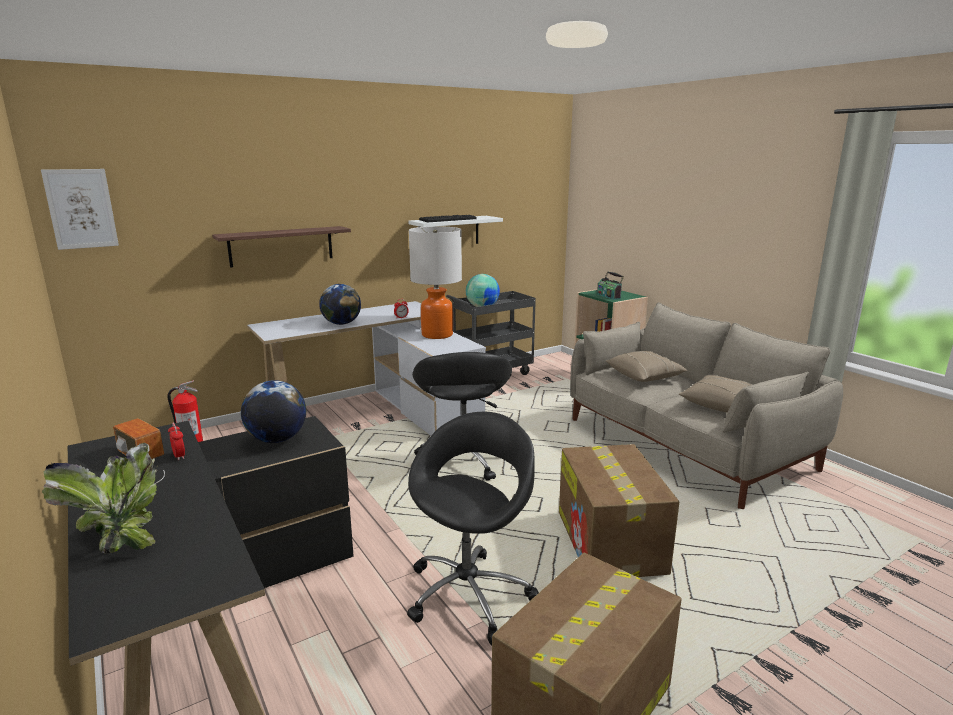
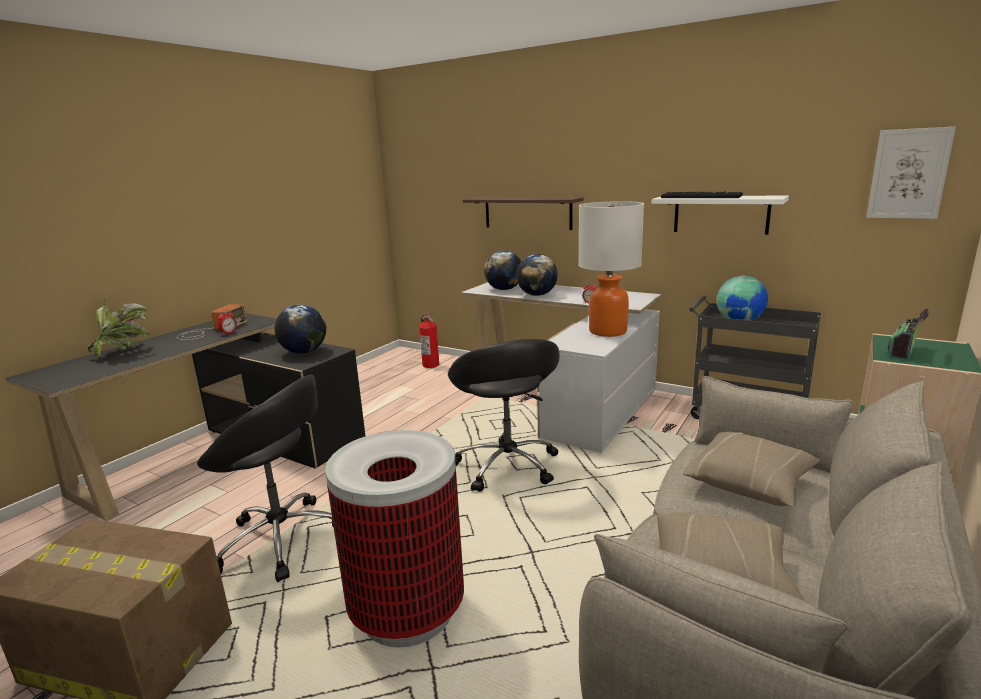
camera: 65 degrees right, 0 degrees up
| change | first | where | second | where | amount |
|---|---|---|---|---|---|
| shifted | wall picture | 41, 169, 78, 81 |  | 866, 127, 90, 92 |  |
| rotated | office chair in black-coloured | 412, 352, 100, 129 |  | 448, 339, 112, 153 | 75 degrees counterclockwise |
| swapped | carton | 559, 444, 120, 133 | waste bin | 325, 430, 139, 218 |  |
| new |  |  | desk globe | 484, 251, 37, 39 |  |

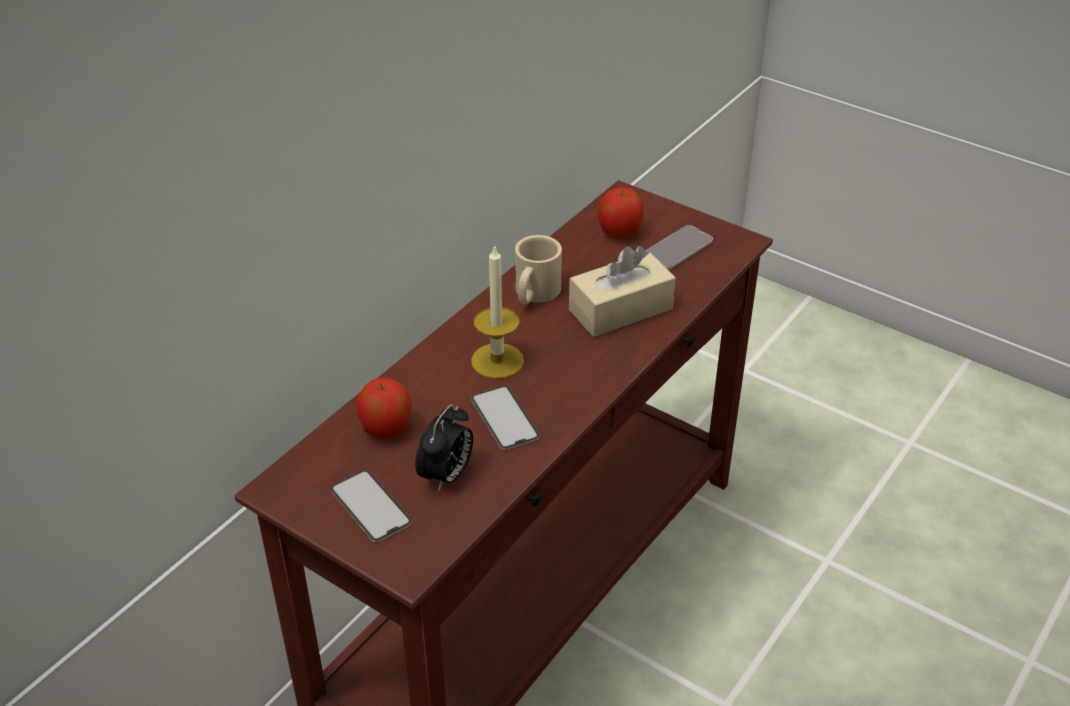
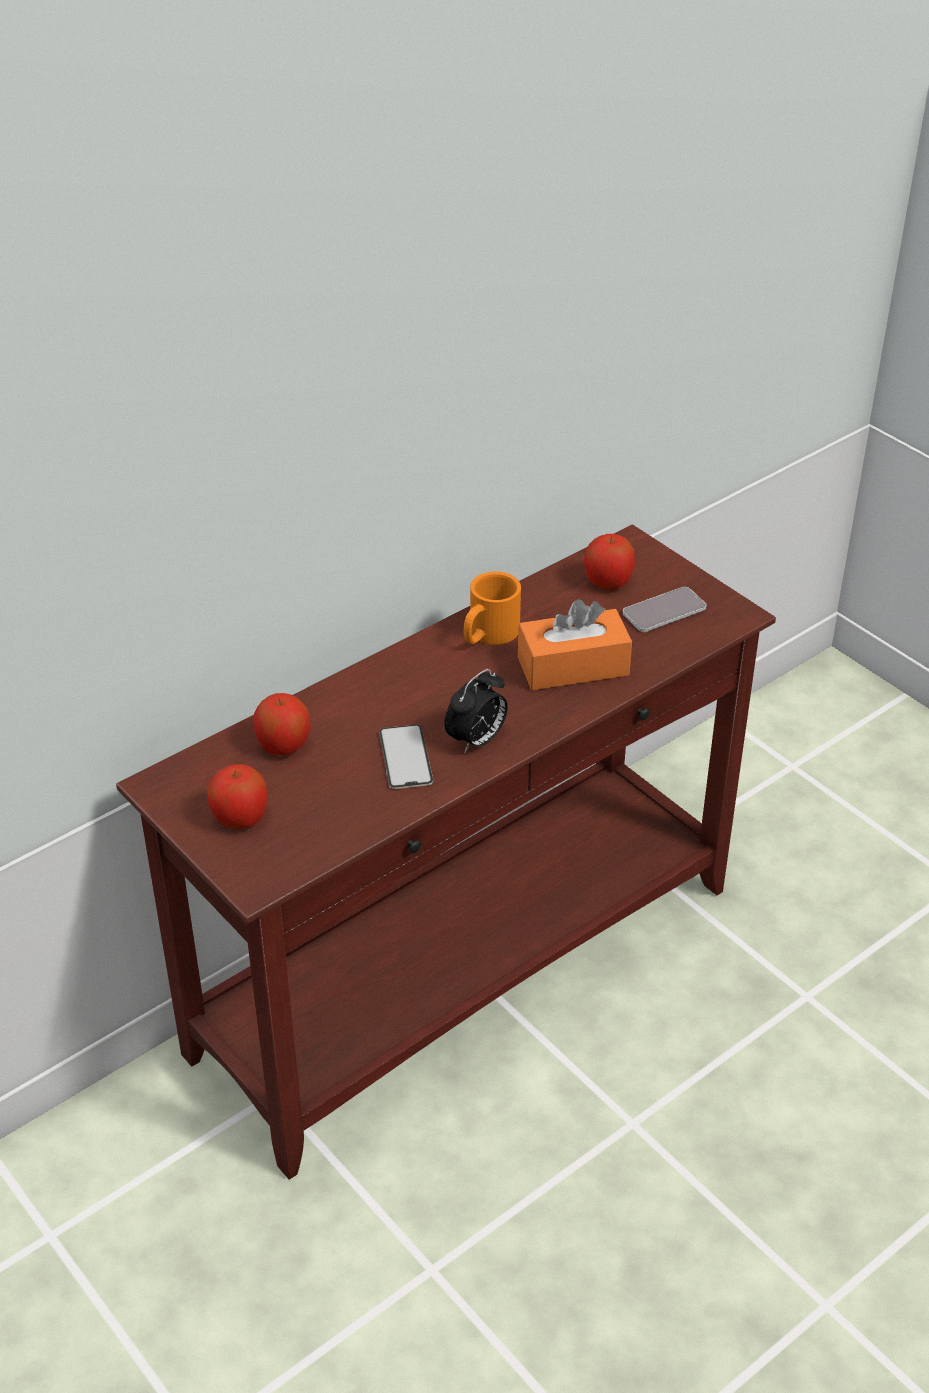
camera: 15 degrees right, 0 degrees up
| change | first | where | second | where | amount |
|---|---|---|---|---|---|
| repainted | mug in beige-coloured | 515, 235, 47, 69 | mug in orangey | 464, 572, 57, 73 |  |
| gone | wax candle | 471, 244, 53, 135 |  |  |  |
| repainted | tissue holder in beige-coloured | 569, 246, 107, 91 | tissue holder in orangey | 518, 599, 114, 91 |  |
| shifted | alarm clock | 415, 404, 58, 87 |  | 444, 669, 63, 84 |  |
| swapped | handset | 331, 470, 81, 72 | apple fruit | 207, 764, 61, 65 |  |

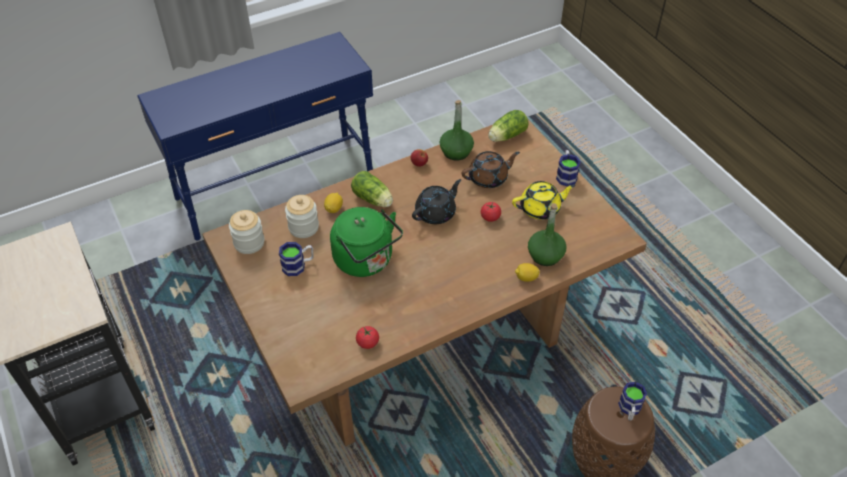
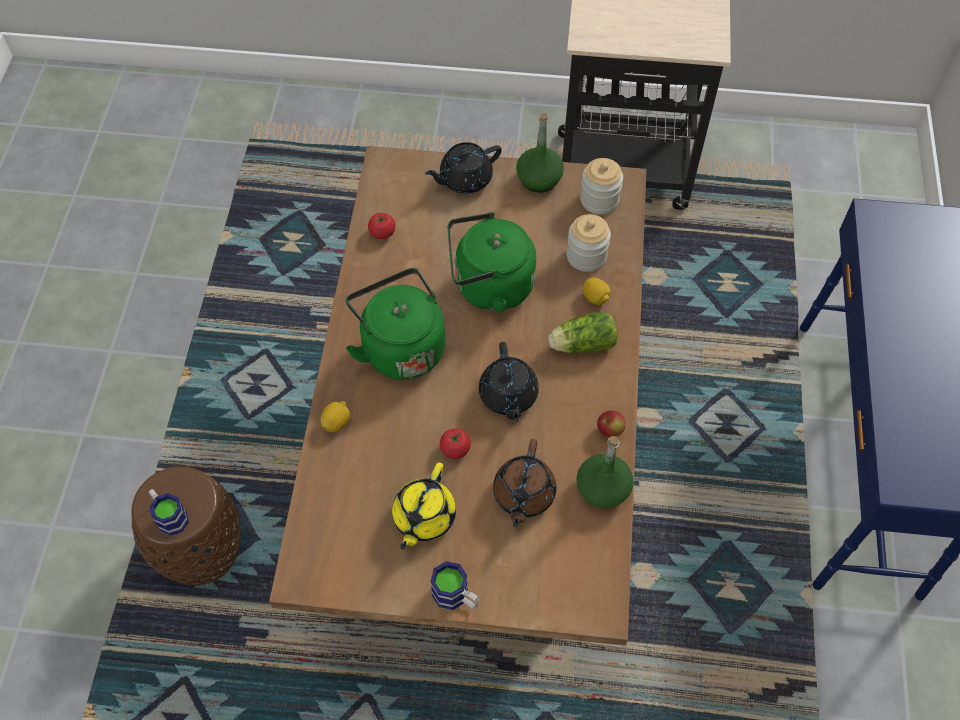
camera: 125 degrees right, 10 degrees up
| change | first | where | second | where | amount |
|---|---|---|---|---|---|
| gone | lettuce | 488, 110, 41, 32 |  |  |  |
| shifted | beverage bottle in greenish | 528, 203, 38, 63 |  | 516, 113, 48, 80 |  |
| gone | mug | 279, 242, 35, 34 |  |  |  |
| new |  |  | pot for tea in black-coloured | 425, 142, 77, 52 |  |
| new |  |  | tea kettle in greenish | 346, 268, 99, 112 |  |

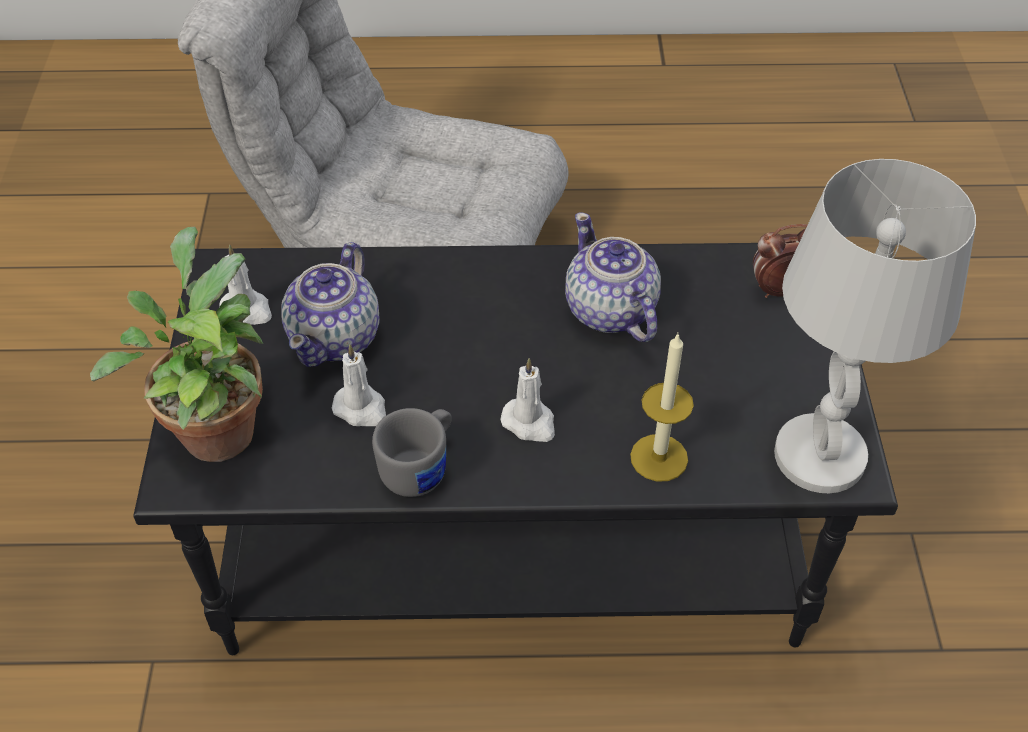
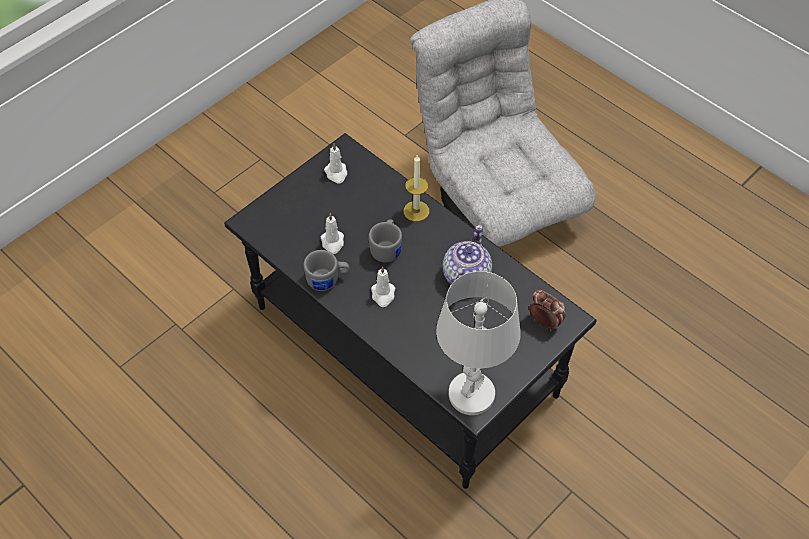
camera: 45 degrees right, 5 degrees up
| change | first | where | second | where | amount |
|---|---|---|---|---|---|
| gone | houseplant | 90, 227, 173, 235 |  |  |  |
| gone | pot for tea | 281, 242, 99, 125 |  |  |  |
| shifted | wax candle | 630, 334, 64, 148 |  | 403, 155, 26, 67 |  |
| new |  |  | mug in greyish | 369, 220, 33, 43 |  |

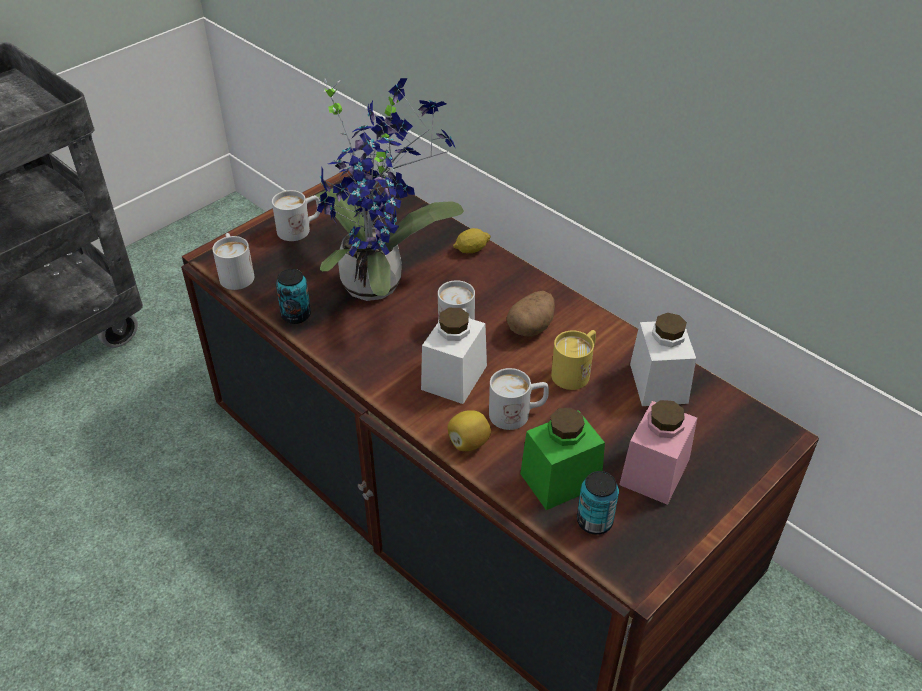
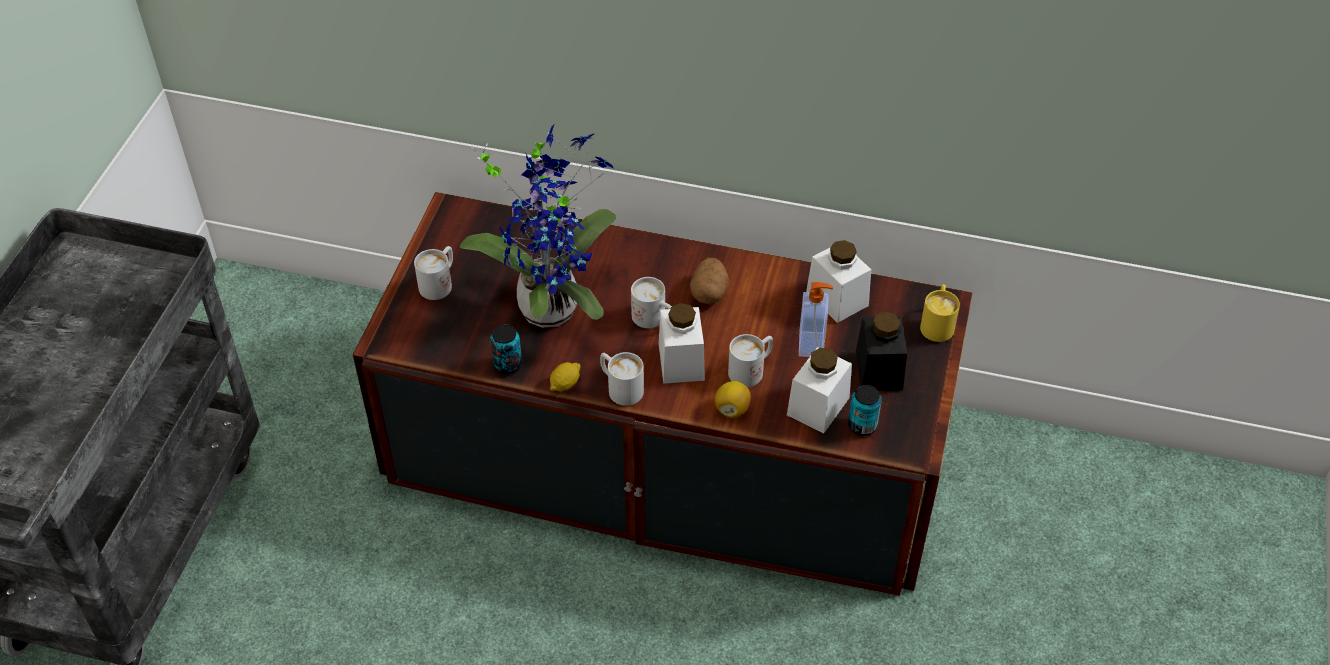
camera: 30 degrees left, 5 degrees up
| change | first | where | second | where | amount |
|---|---|---|---|---|---|
| shifted | whole lemon | 453, 228, 38, 25 |  | 550, 362, 31, 30 |  |
| shifted | mug in white-coloured | 212, 233, 42, 57 |  | 600, 352, 44, 54 |  |
| shifted | mug in yellow | 551, 330, 45, 60 |  | 920, 284, 40, 58 |  |
| repainted | storage jar in pink-coloured | 619, 400, 78, 105 | storage jar in black-coloured | 856, 312, 51, 79 |  |
| repainted | storage jar in greenish | 520, 408, 85, 102 | storage jar in white-coloured | 787, 347, 65, 86 |  |
| new |  |  | soap bottle | 799, 282, 34, 75 |  |

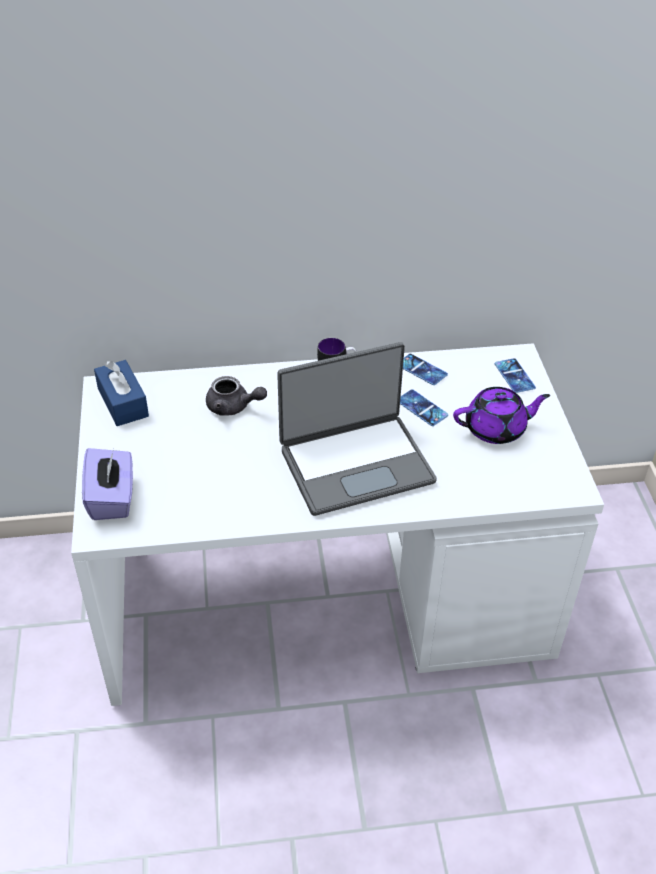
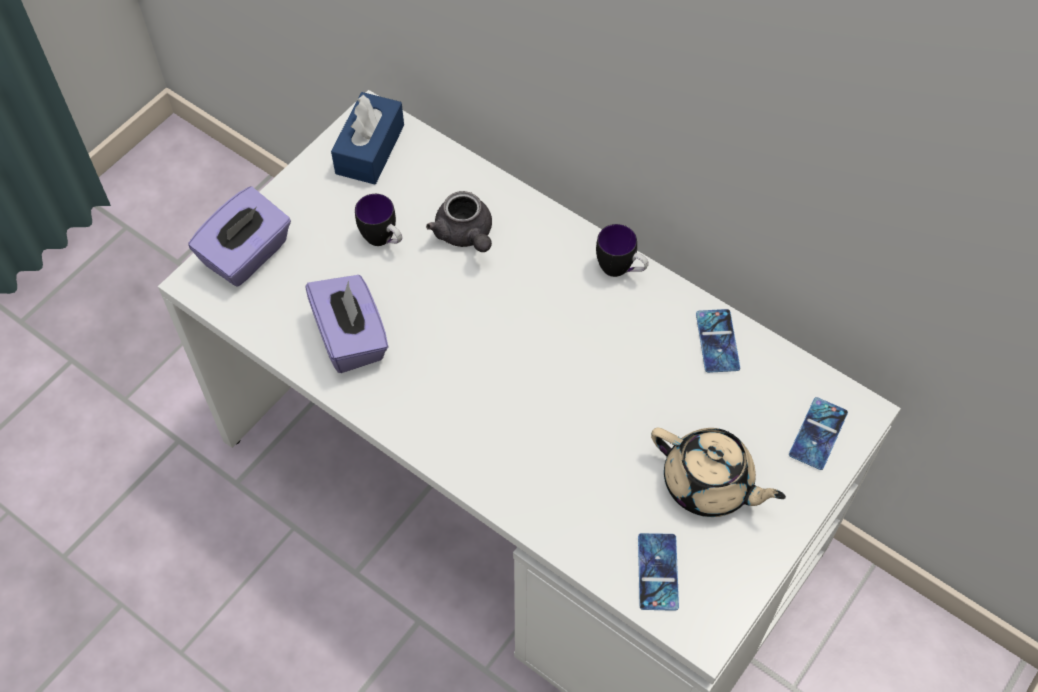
camera: 45 degrees right, 15 degrees up
| change | first | where | second | where | amount |
|---|---|---|---|---|---|
| gone | portable computer | 277, 342, 160, 174 |  |  |  |
| repainted | pot for tea in purplish | 453, 387, 97, 57 | pot for tea in beige-coloured | 651, 428, 135, 89 |  |
| shifted | handset | 400, 389, 48, 37 |  | 638, 533, 41, 78 |  |
| new |  |  | mug | 355, 194, 47, 52 |  |
| new |  |  | tissue holder in purplish | 305, 275, 83, 98 |  |

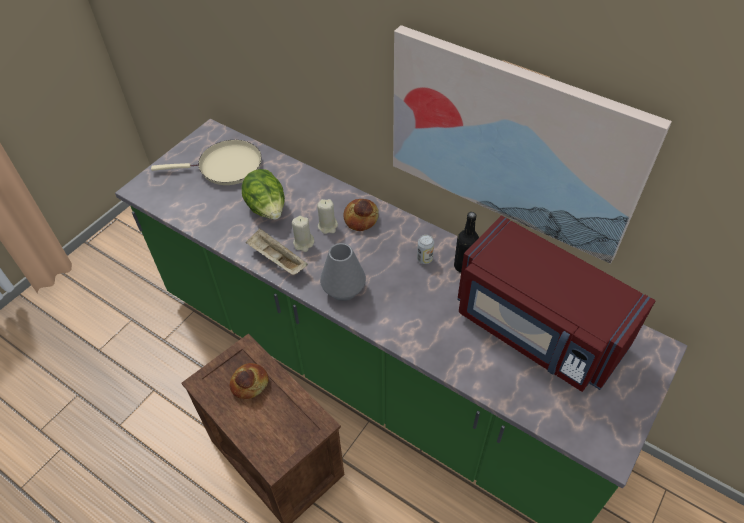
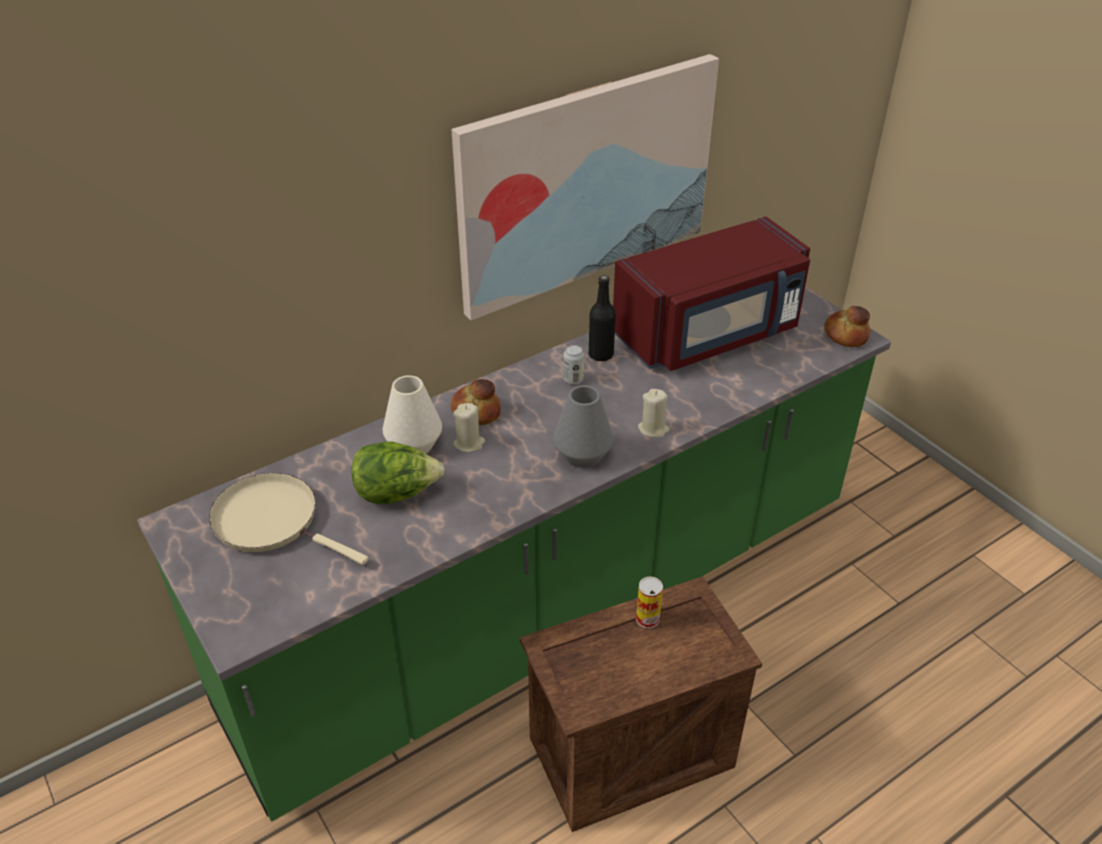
camera: 70 degrees left, 10 degrees down
| change | first | where | second | where | amount |
|---|---|---|---|---|---|
| rotated | frying pan in beige-coloured | 151, 140, 111, 45 |  | 209, 473, 160, 92 | 75 degrees counterclockwise |
| shifted | wax candle in beige-coloured | 292, 216, 22, 36 |  | 638, 389, 32, 49 |  |
| gone | carrying tray in beige-coloured | 246, 228, 62, 47 |  |  |  |
| shifted | baked bread | 229, 363, 40, 36 |  | 824, 306, 46, 41 |  |
| new |  |  | vase in white-coloured | 383, 375, 59, 79 |  |
| new |  |  | metal can | 636, 577, 27, 52 |  |

